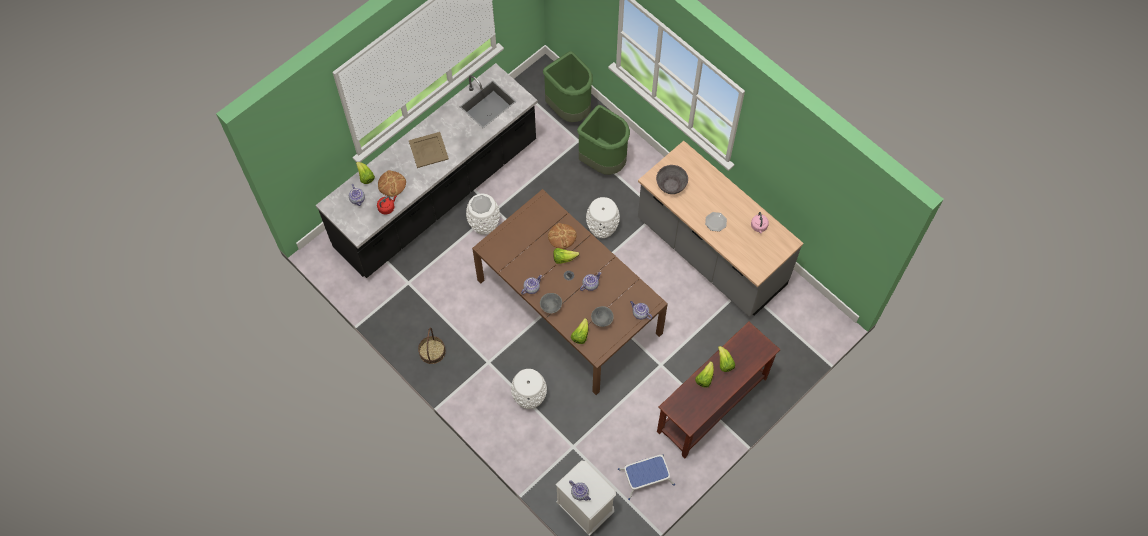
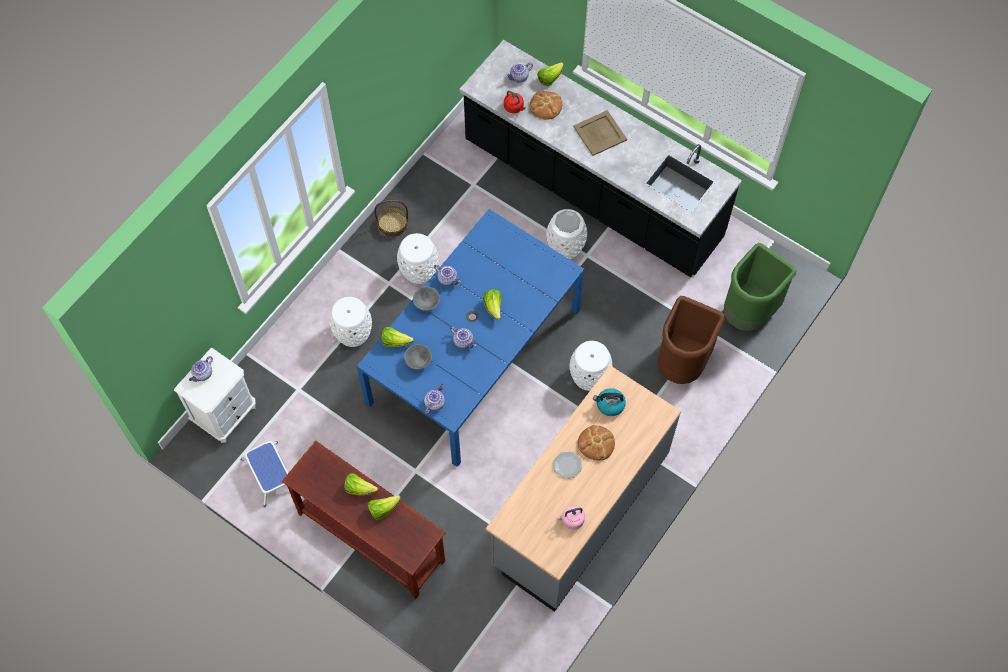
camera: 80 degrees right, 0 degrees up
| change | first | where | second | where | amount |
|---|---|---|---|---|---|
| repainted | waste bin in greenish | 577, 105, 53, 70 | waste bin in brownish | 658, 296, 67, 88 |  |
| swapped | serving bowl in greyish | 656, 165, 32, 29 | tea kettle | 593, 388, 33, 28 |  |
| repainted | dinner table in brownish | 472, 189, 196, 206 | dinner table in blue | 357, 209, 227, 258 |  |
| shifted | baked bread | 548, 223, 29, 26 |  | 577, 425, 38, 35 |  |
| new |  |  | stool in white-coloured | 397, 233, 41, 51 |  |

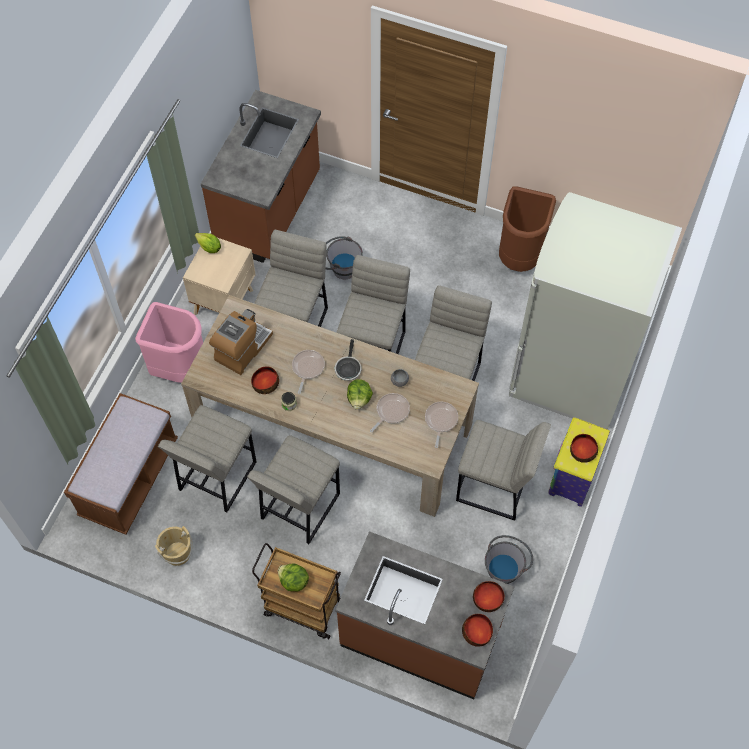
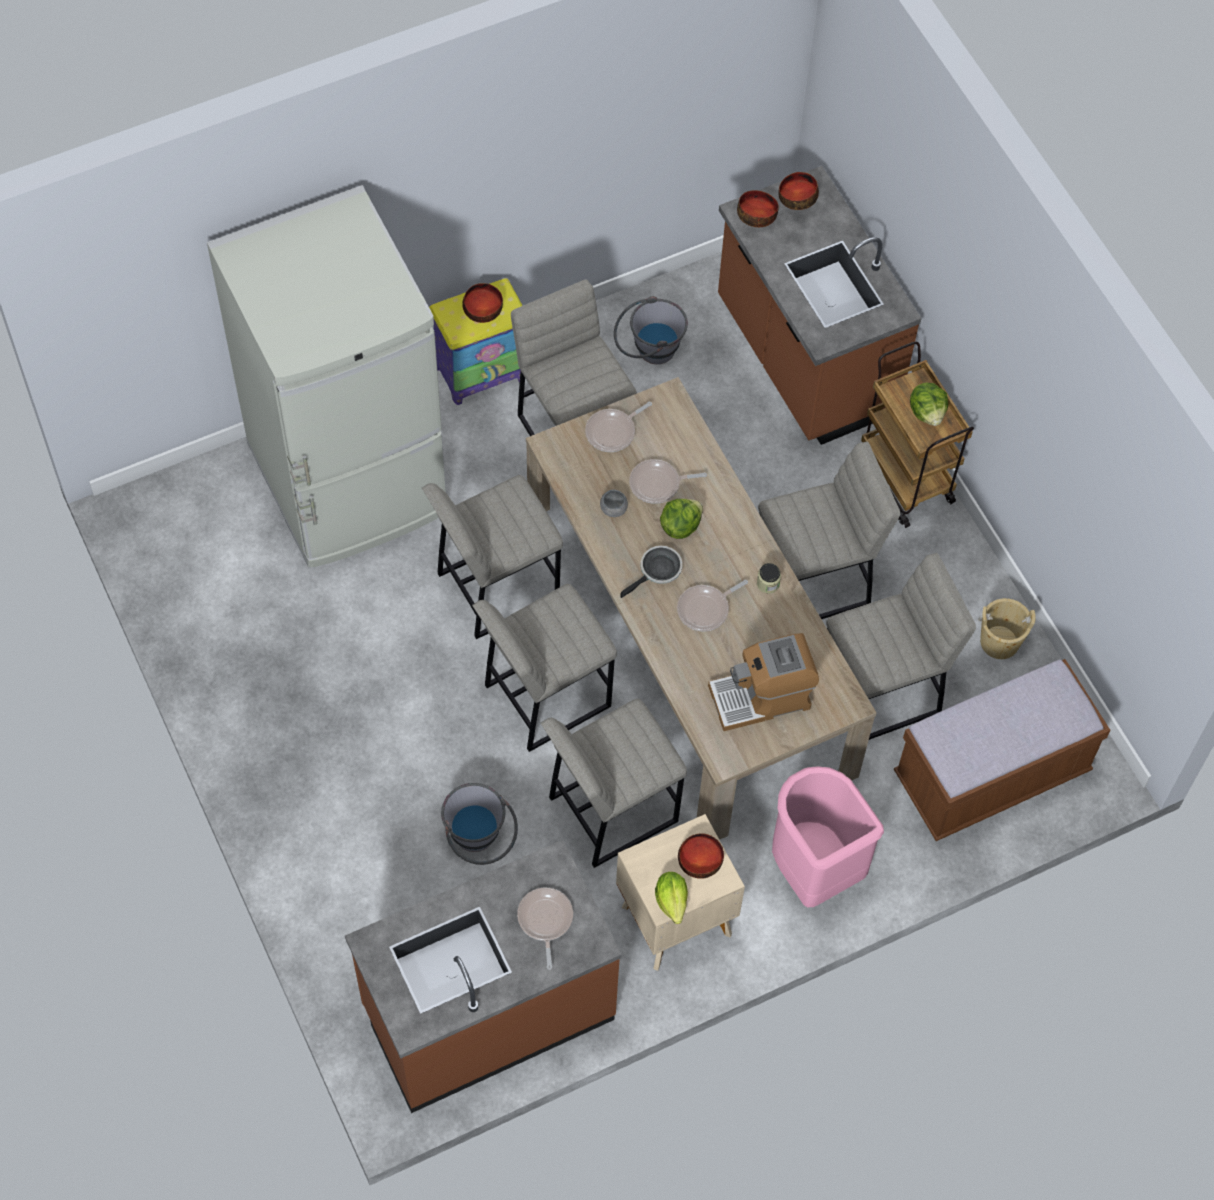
camera: 140 degrees left, 0 degrees up
| change | first | where | second | where | amount |
|---|---|---|---|---|---|
| gone | waste bin in brownish | 499, 186, 57, 86 |  |  |  |
| shifted | serving bowl | 251, 366, 28, 28 |  | 678, 833, 46, 46 |  |
| new |  |  | frying pan | 517, 888, 56, 82 |  |

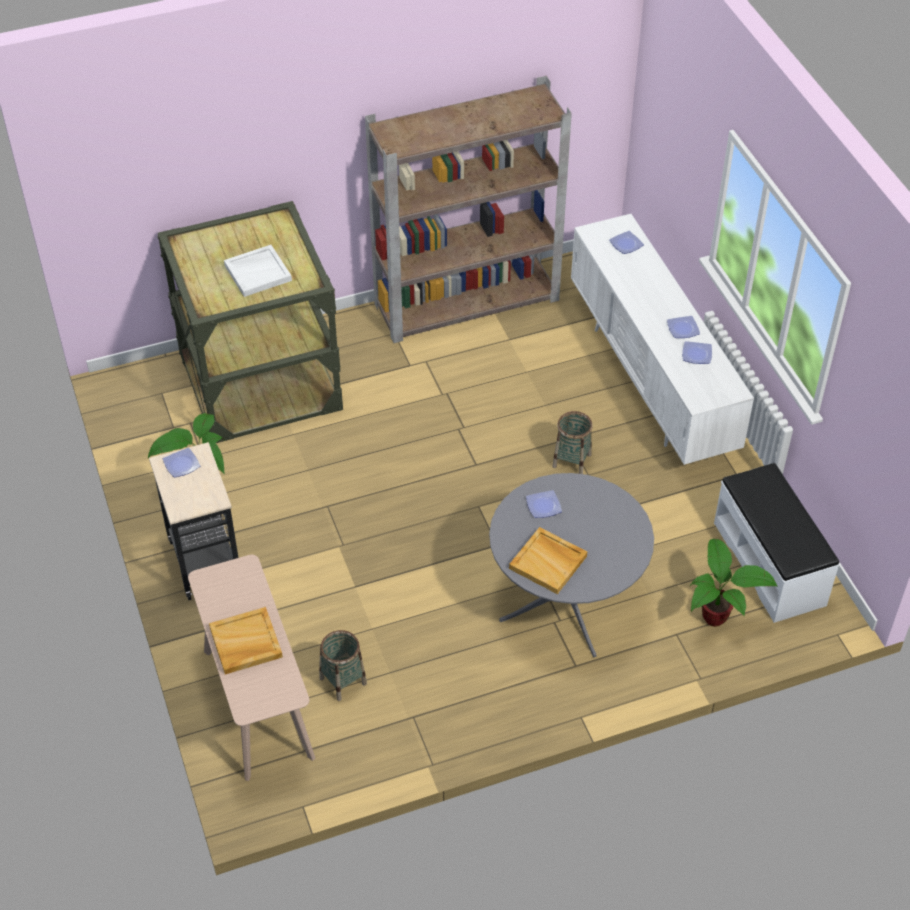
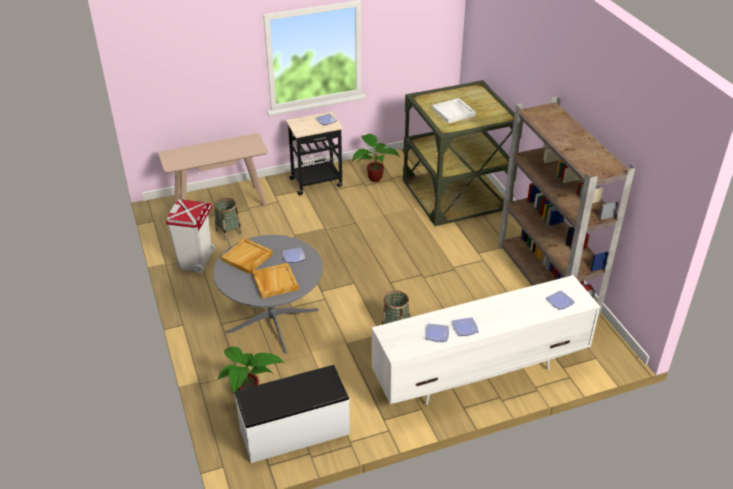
camera: 90 degrees right, 10 degrees down
| change | first | where | second | where | amount |
|---|---|---|---|---|---|
| shifted | carrying tray in beige-coloured | 209, 607, 74, 67 |  | 252, 263, 47, 36 |  |
| new |  |  | waste bin in white-coloured | 166, 199, 49, 74 |  |

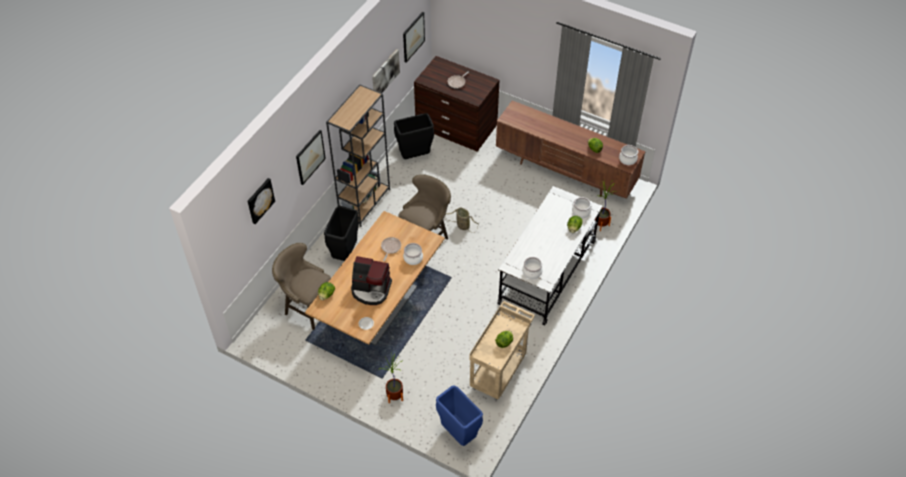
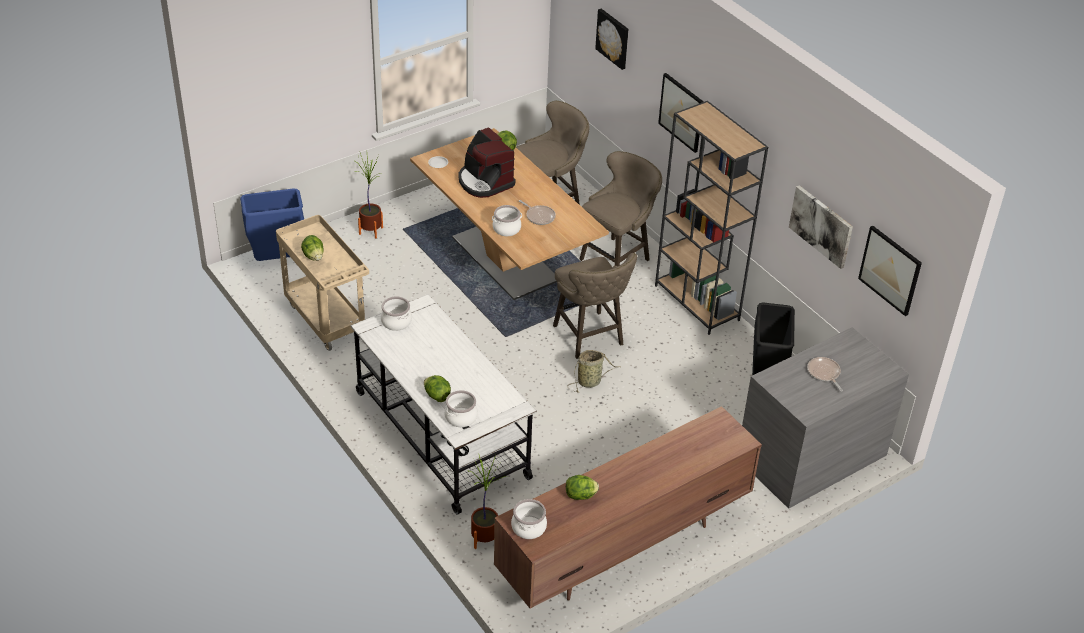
camera: 115 degrees right, 10 degrees down
| change | first | where | second | where | amount |
|---|---|---|---|---|---|
| repainted | dresser in brownish | 414, 56, 85, 96 | dresser in greyish | 742, 327, 167, 182 |  |
| swapped | waste bin in black-coloured | 324, 206, 35, 55 | stool in beige-coloured | 579, 151, 83, 116 |  |
| rotated | coffee brewer | 351, 256, 41, 49 |  | 458, 127, 58, 71 | 75 degrees counterclockwise |

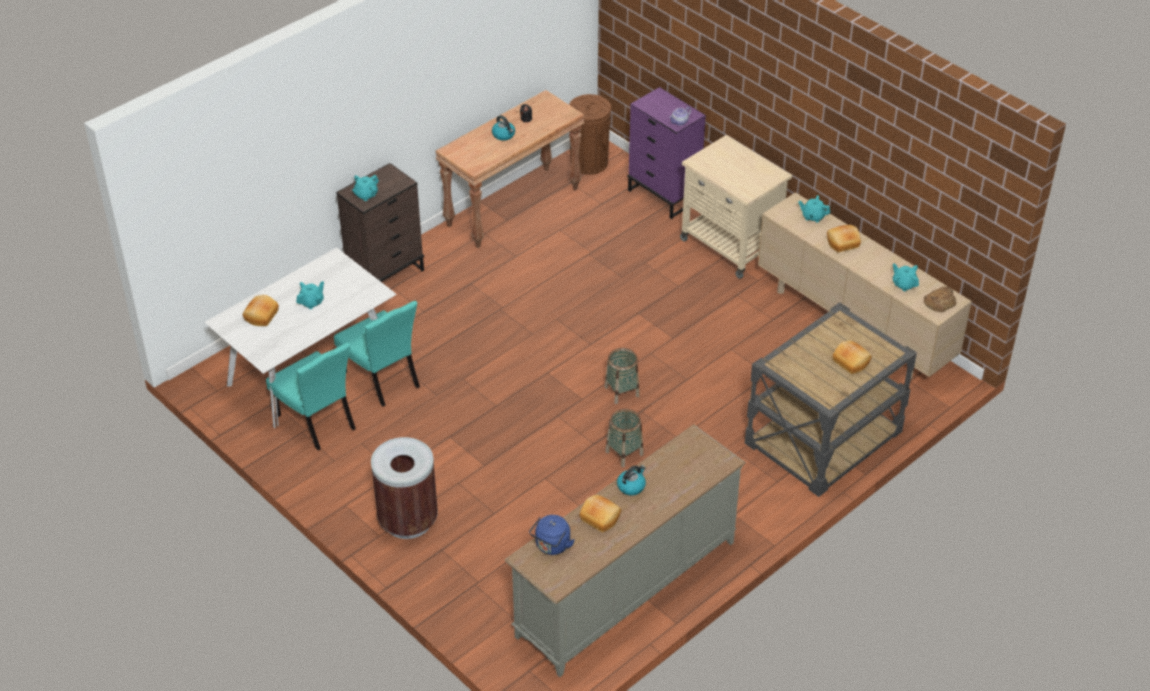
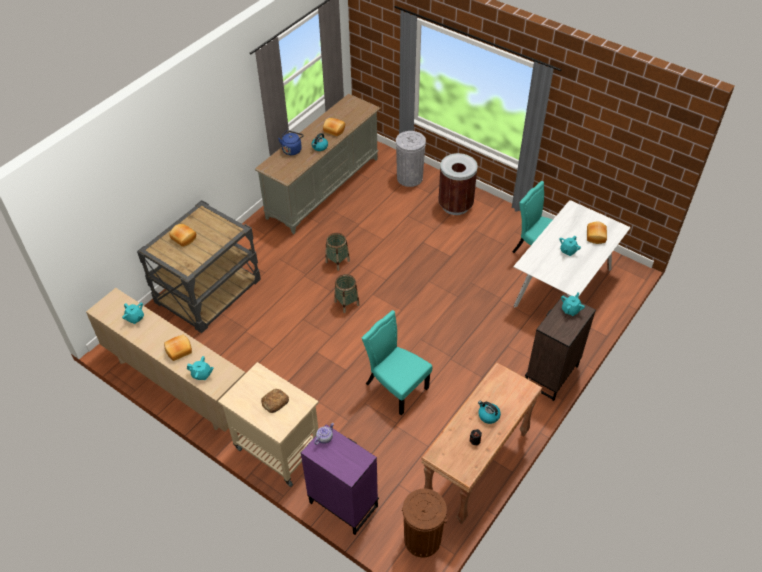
camera: 170 degrees right, 5 degrees up
| change | first | where | second | where | amount |
|---|---|---|---|---|---|
| shifted | baked bread | 923, 286, 34, 26 |  | 261, 389, 28, 24 |  |
| shifted | chair in turquoise | 334, 301, 86, 105 |  | 362, 310, 70, 106 |  |
| shifted | tea kettle in blue | 529, 515, 46, 40 |  | 278, 130, 26, 25 |  |
| new |  |  | waste bin in greyish | 396, 131, 30, 56 |  |

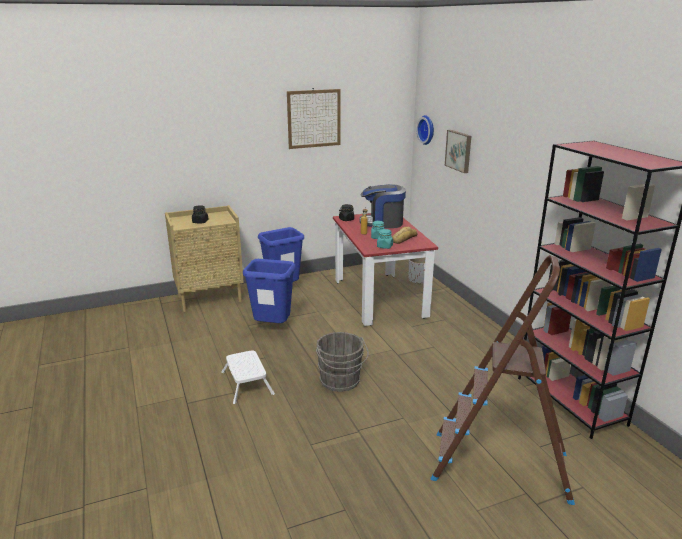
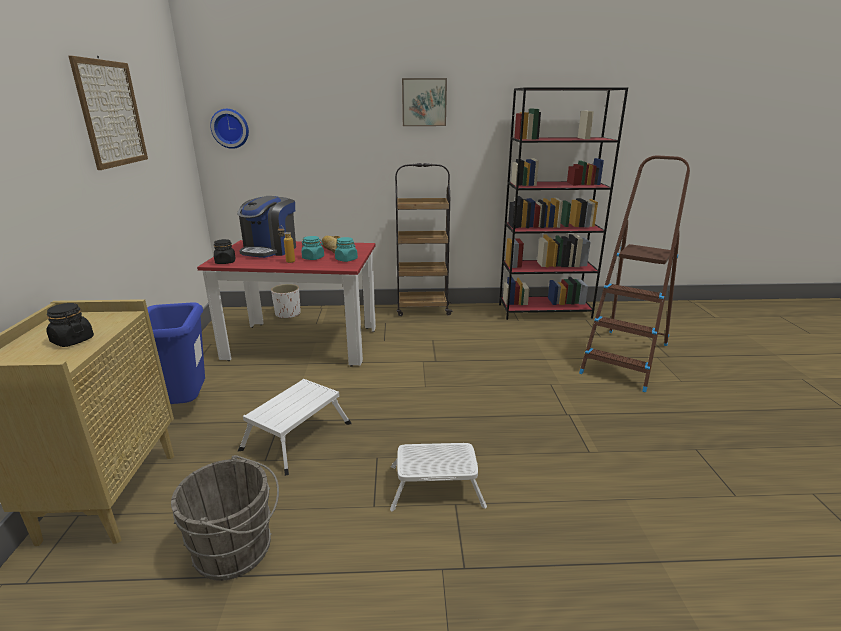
camera: 70 degrees left, 0 degrees up
| change | first | where | second | where | amount |
|---|---|---|---|---|---|
| shifted | wall picture | 445, 130, 26, 43 |  | 402, 78, 45, 48 |  |
| swapped | waste bin in blue | 243, 259, 53, 64 | step stool in white-coloured | 238, 379, 114, 97 |  |
| shifted | water bucket in greyish | 316, 332, 53, 60 |  | 171, 455, 108, 126 |  |
| new |  |  | cart in brownish | 395, 163, 58, 153 |  |

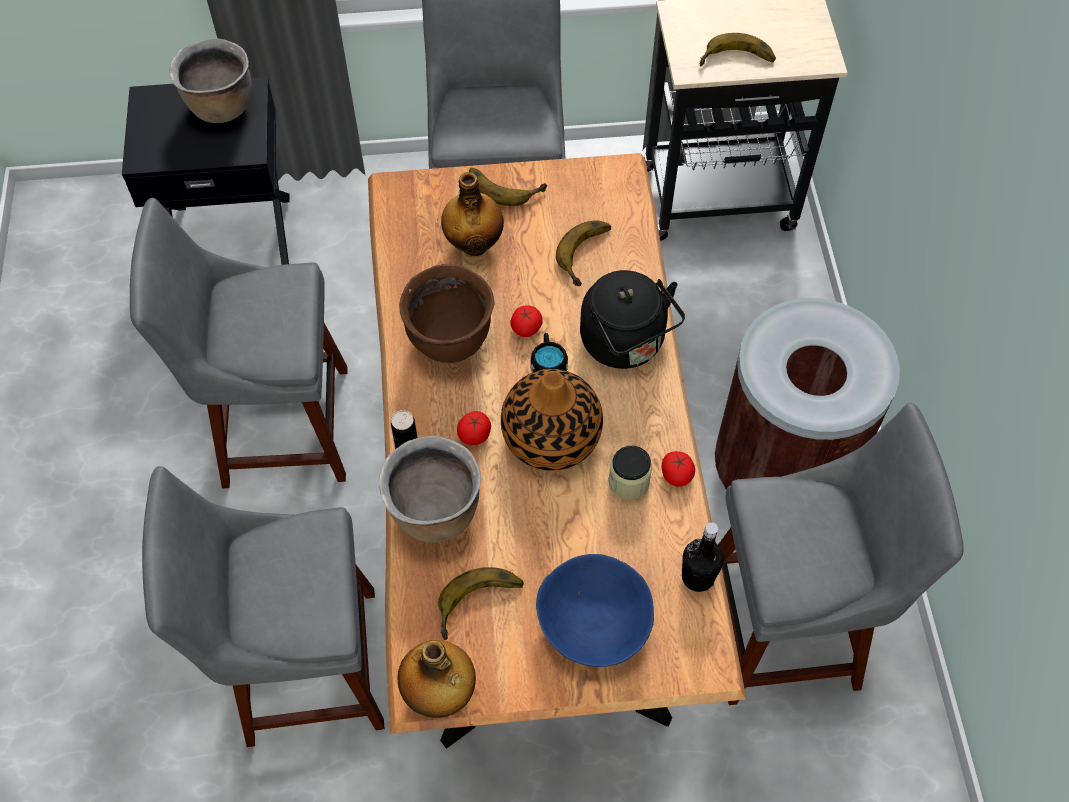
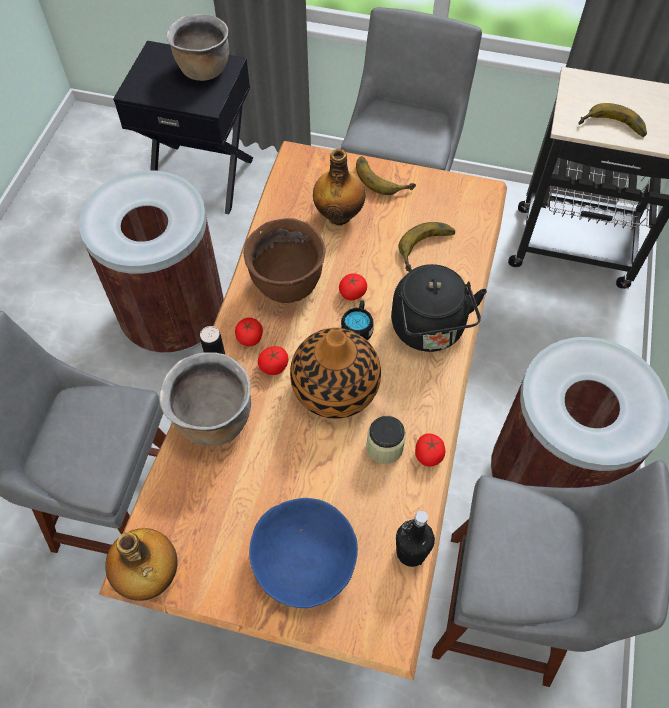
camera: 20 degrees right, 0 degrees up
| change | first | where | second | where | amount |
|---|---|---|---|---|---|
| swapped | chair in greyish | 130, 198, 218, 290 | waste bin in brownish | 79, 170, 145, 184 |  |
| gone | banana | 438, 567, 86, 73 |  |  |  |
| new |  |  | fresh tomato | 235, 318, 28, 28 |  |

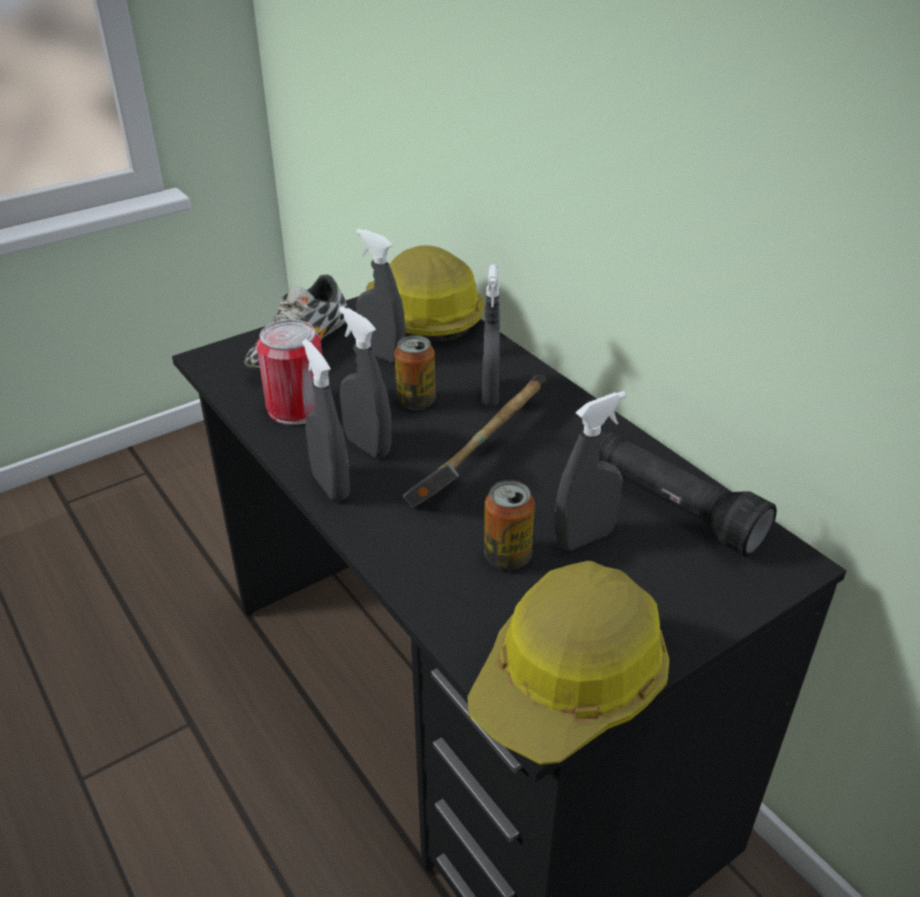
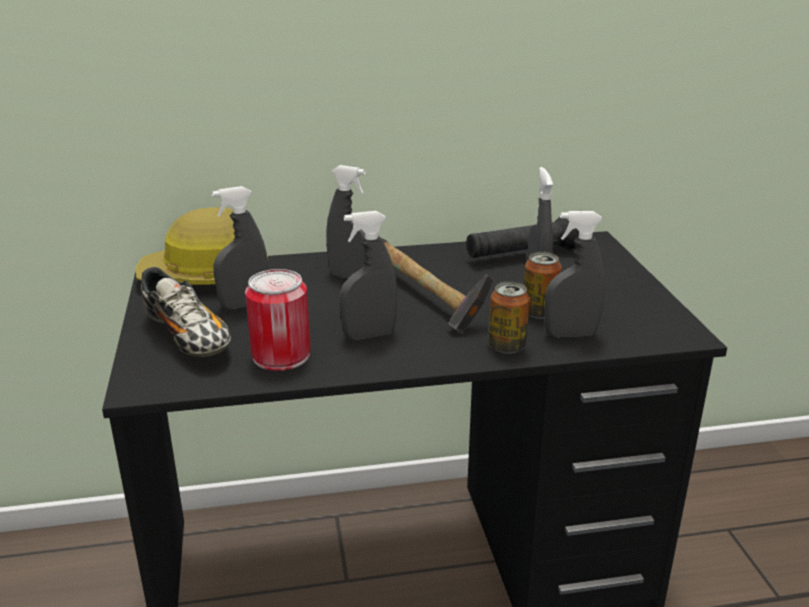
camera: 65 degrees left, 10 degrees down
| change | first | where | second | where | amount |
|---|---|---|---|---|---|
| shifted | metal can | 394, 335, 42, 75 |  | 489, 281, 41, 73 |  |
| shifted | spray bottle in greyish | 302, 339, 48, 162 |  | 545, 211, 60, 126 |  |
| gone | work helmet | 467, 561, 202, 204 |  |  |  |

